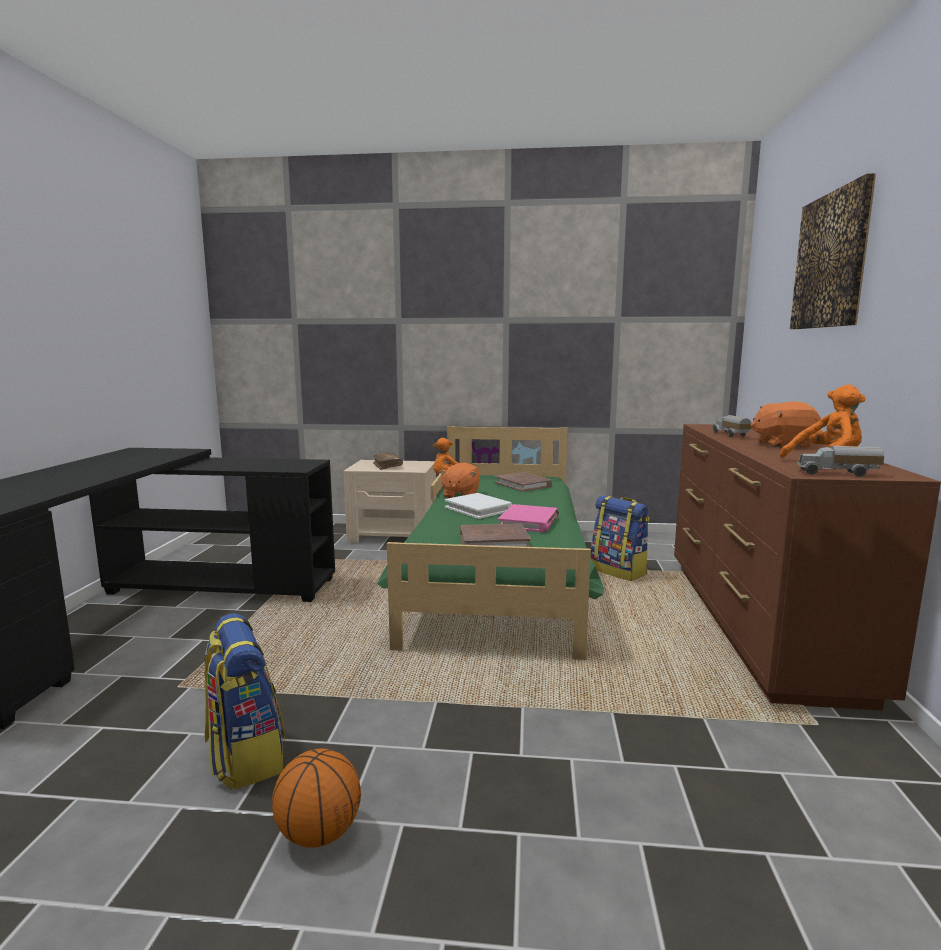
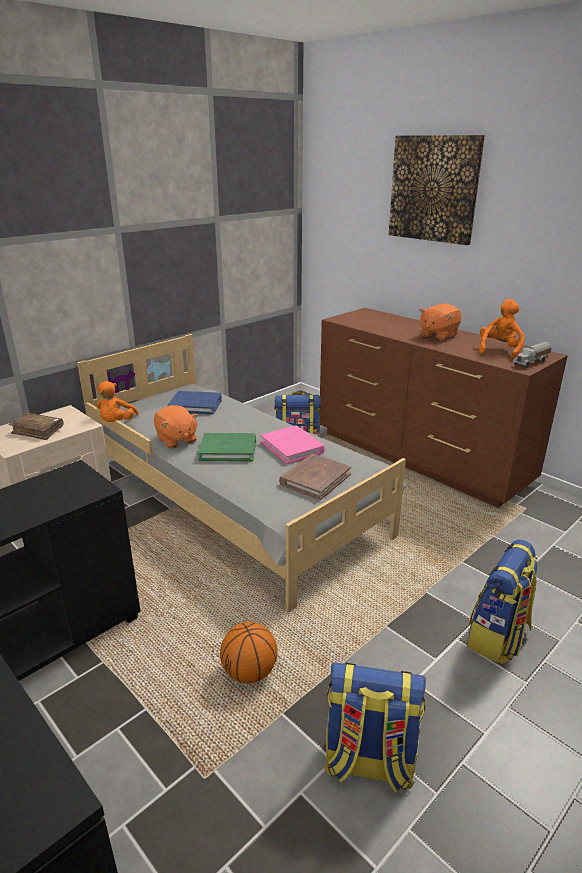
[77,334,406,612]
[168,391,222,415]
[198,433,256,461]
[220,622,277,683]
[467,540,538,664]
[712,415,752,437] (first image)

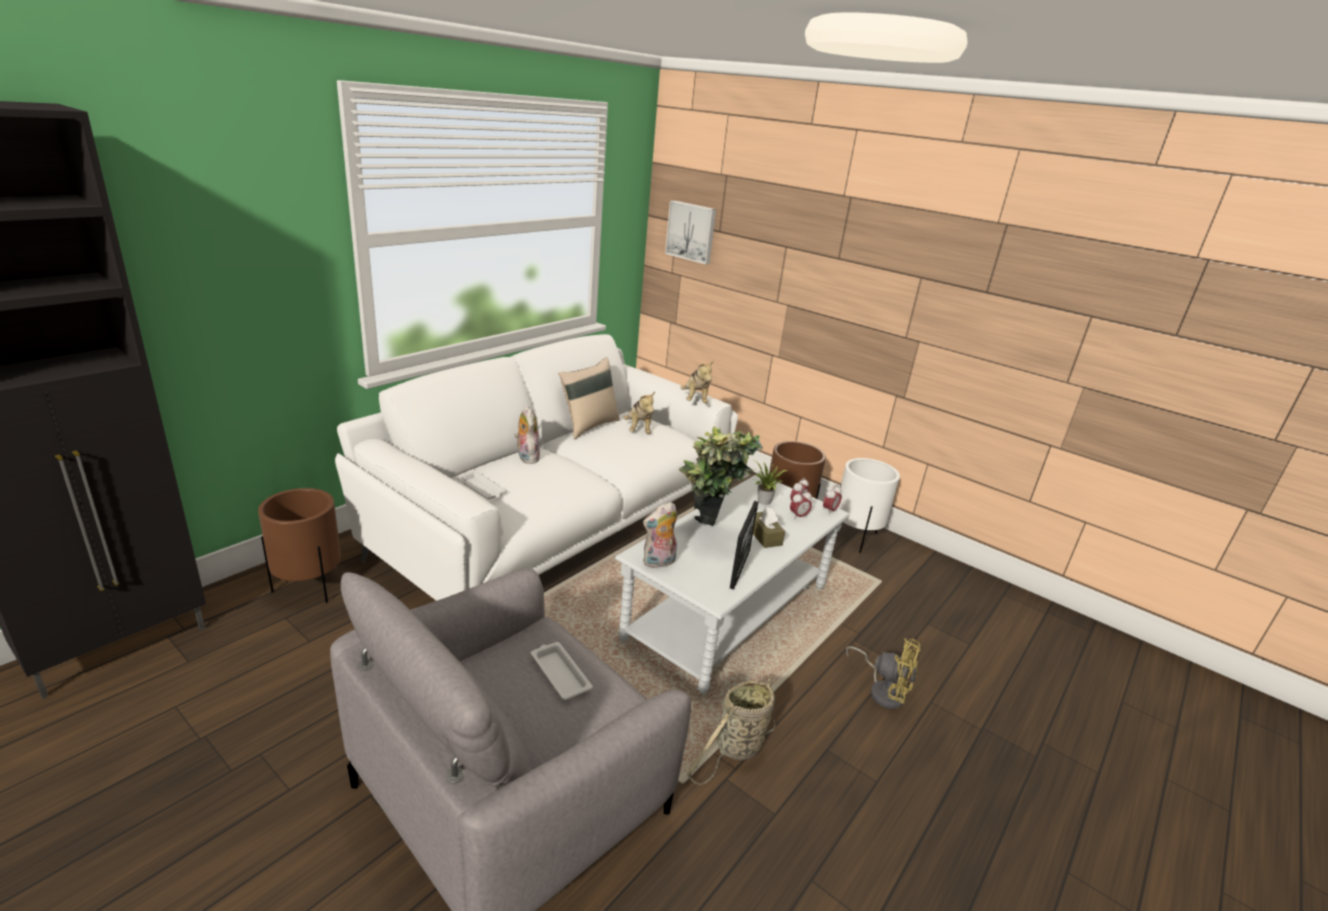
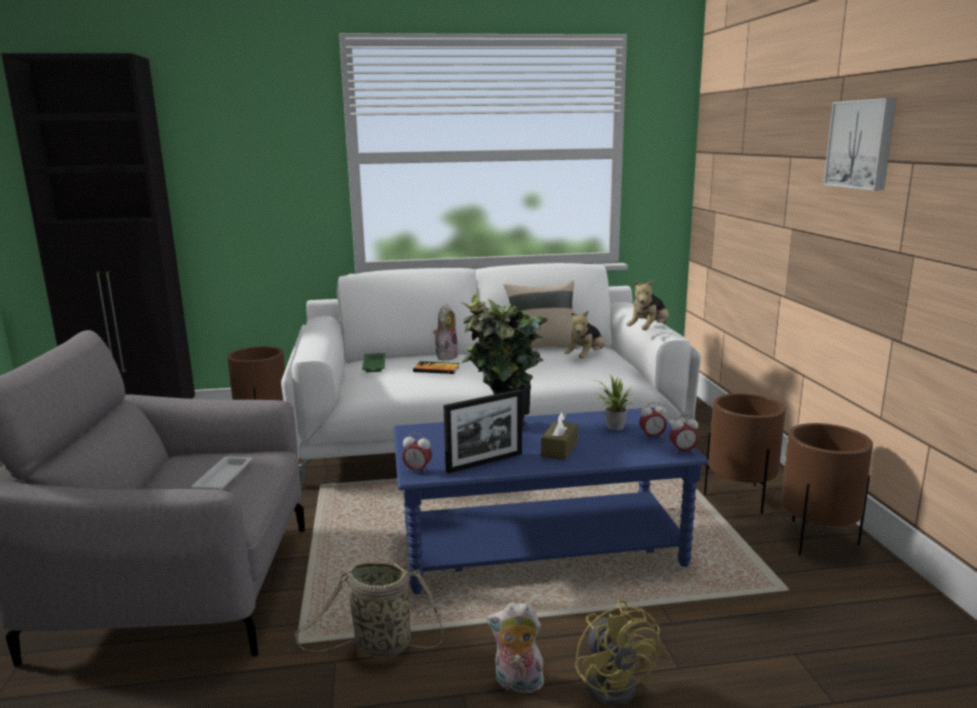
[362,353,386,372]
[394,408,709,594]
[402,433,432,474]
[413,361,460,374]
[487,602,544,697]
[781,423,873,555]
[823,98,897,190]

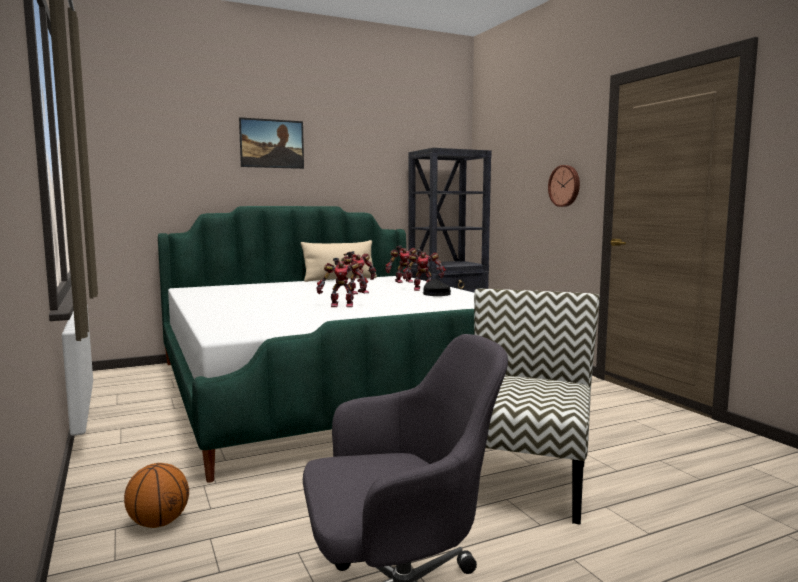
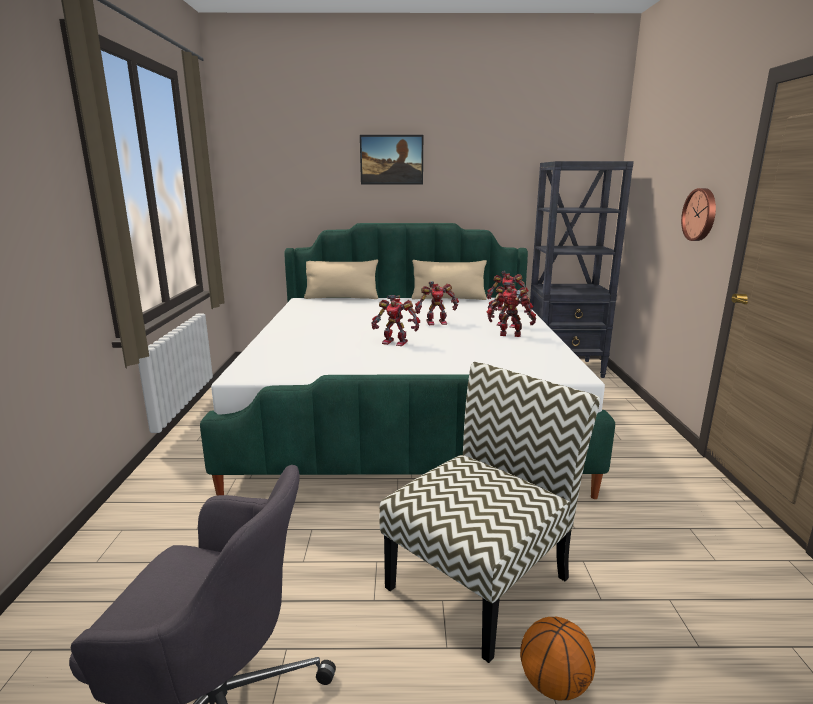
[304,260,378,299]
[487,290,536,337]
[520,617,596,701]

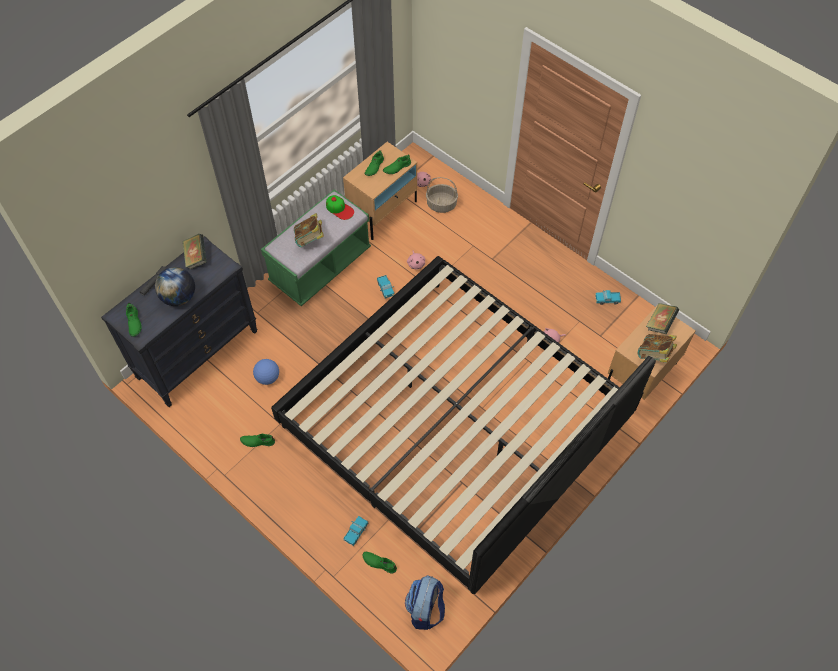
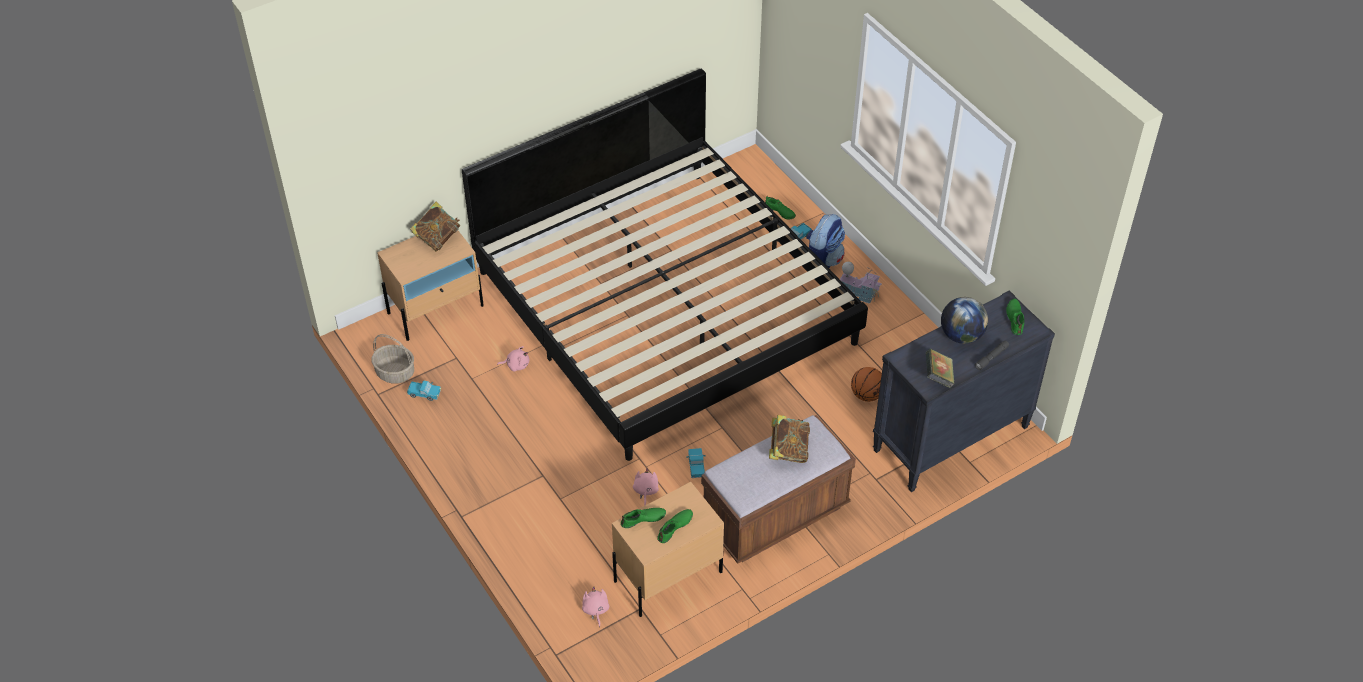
[372,334,414,384]
[701,415,856,564]
[806,214,845,268]
[840,262,882,304]
[851,367,882,402]
[240,434,275,447] (first image)
[326,195,354,220] (first image)
[646,303,679,334] (first image)

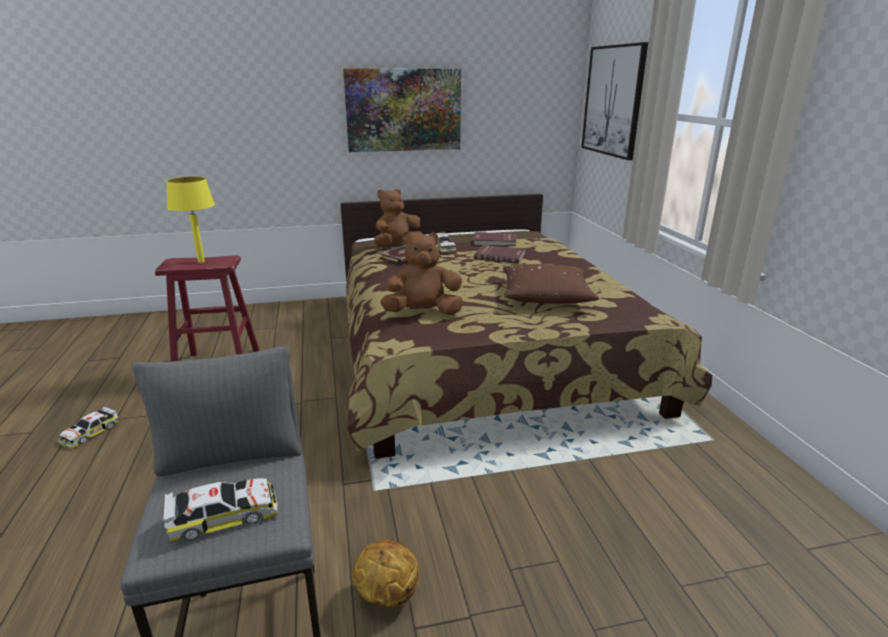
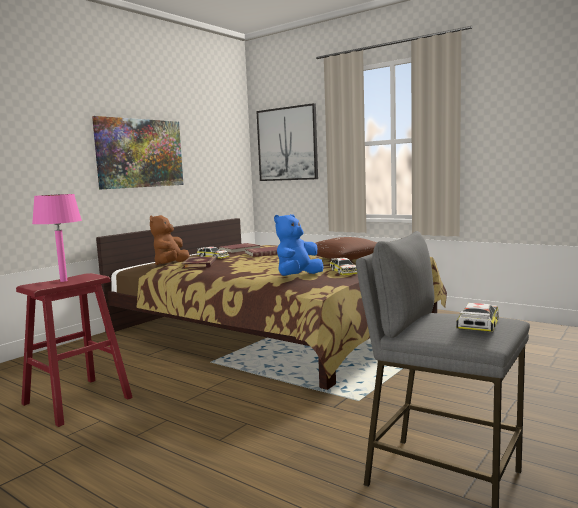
[32,194,82,282]
[274,214,323,276]
[330,257,357,275]
[352,539,419,607] (first image)

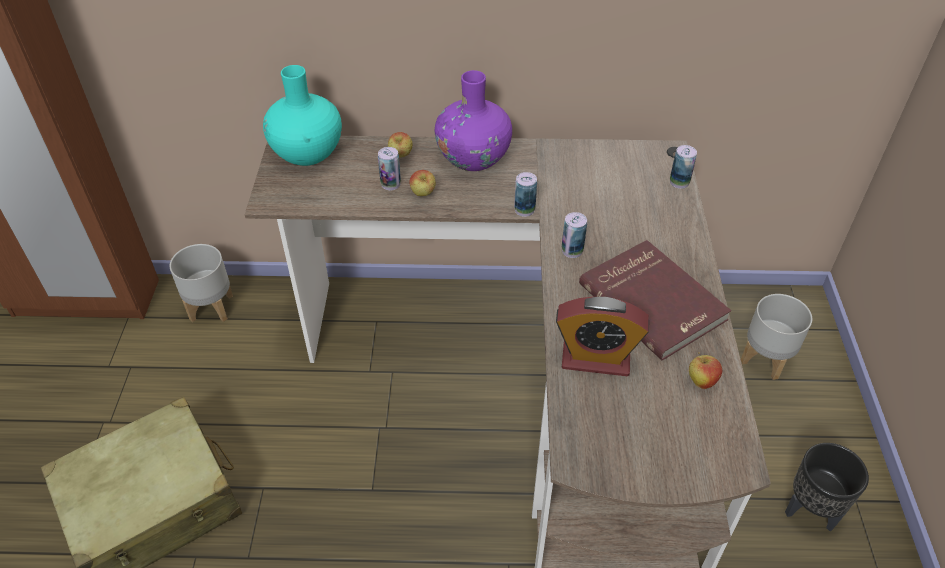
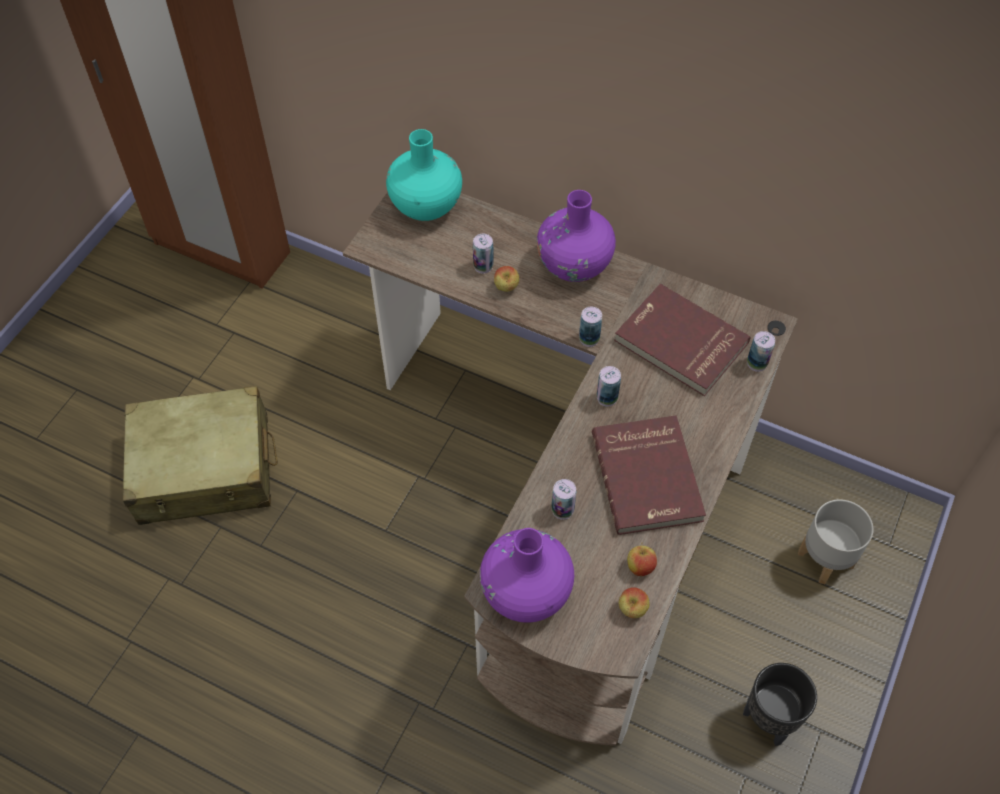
[480,528,574,623]
[551,479,576,520]
[614,284,751,396]
[619,587,649,618]
[170,244,233,322] (first image)

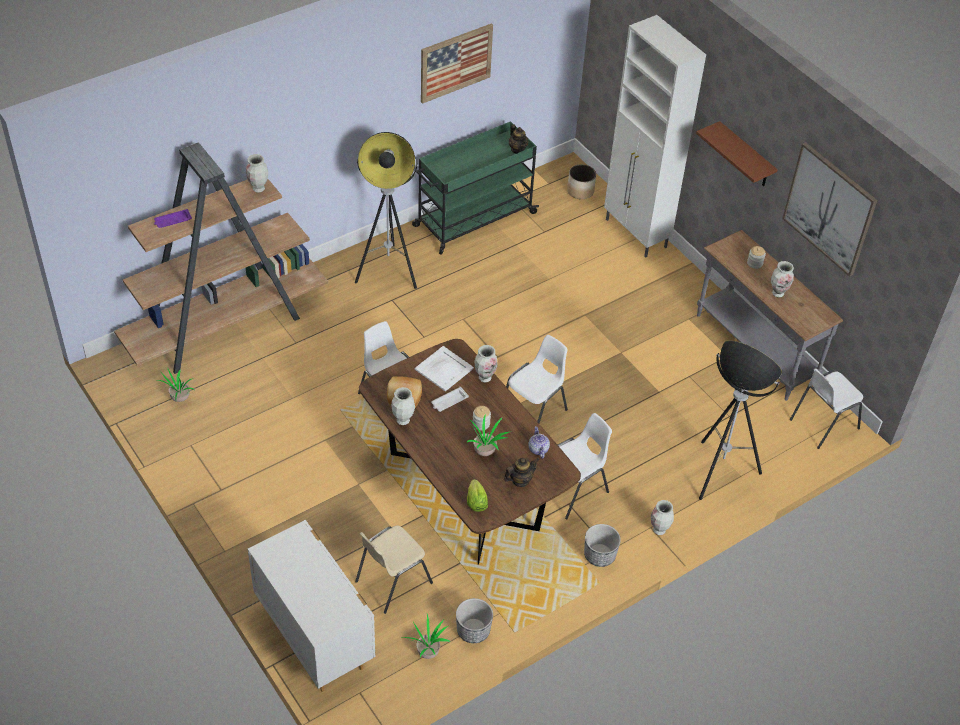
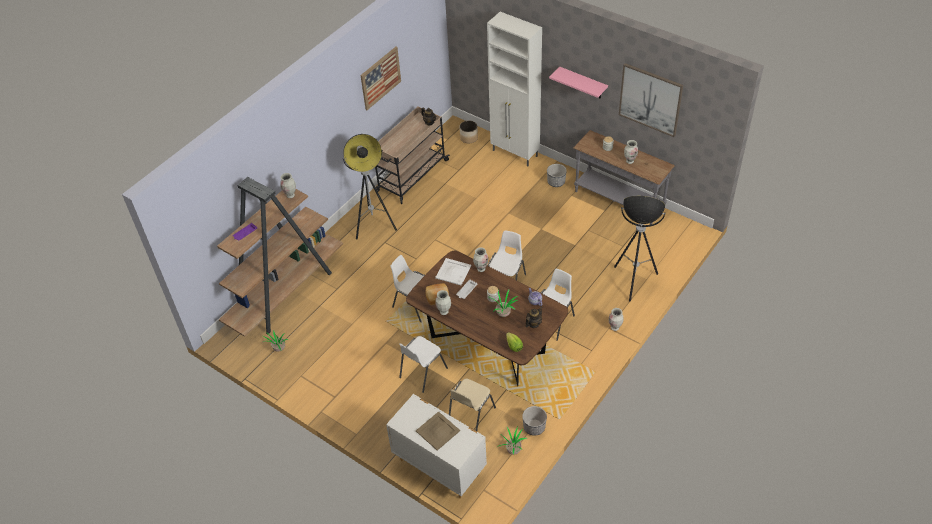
[375,107,450,204]
[399,336,448,393]
[416,411,460,450]
[547,164,567,187]
[549,67,608,99]

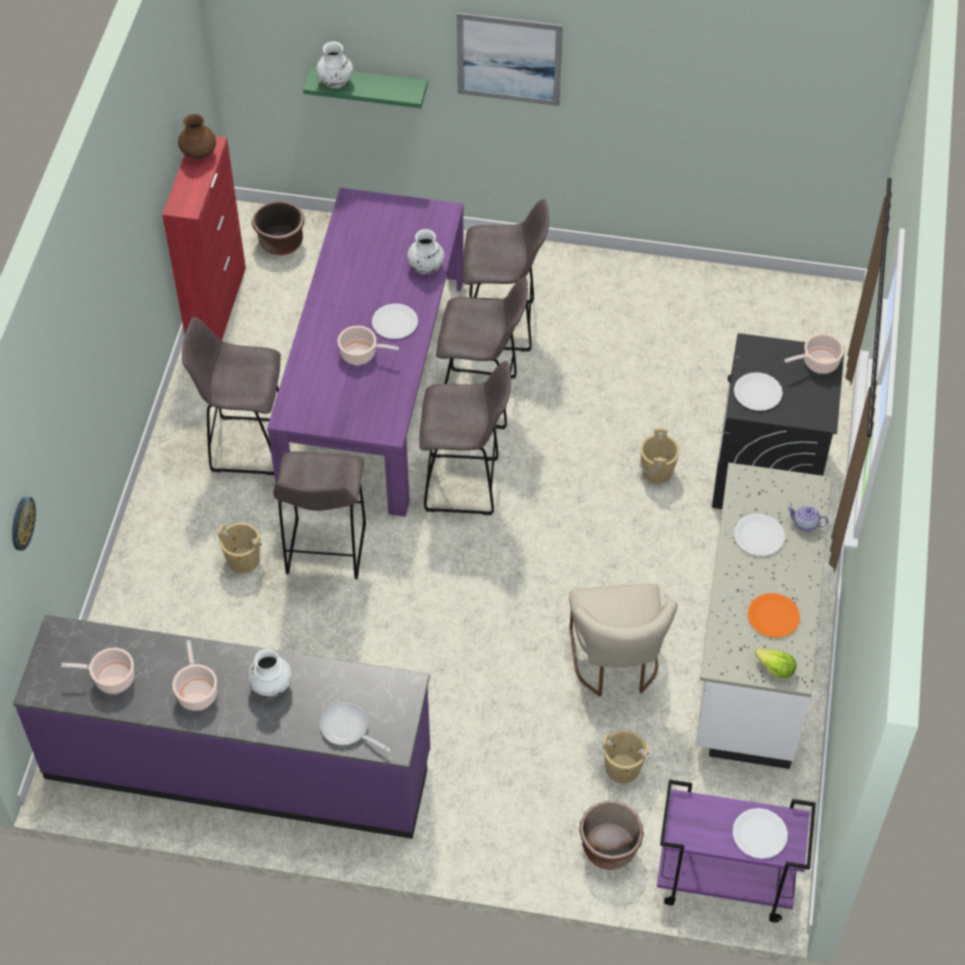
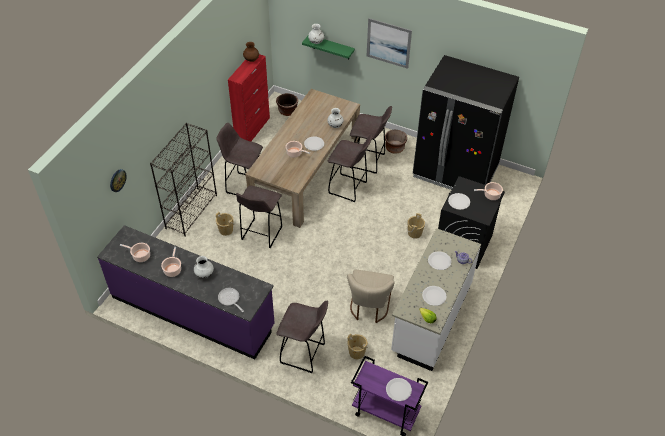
[150,123,217,237]
[245,89,360,228]
[276,301,328,373]
[385,130,407,154]
[413,55,519,190]
[422,286,447,306]

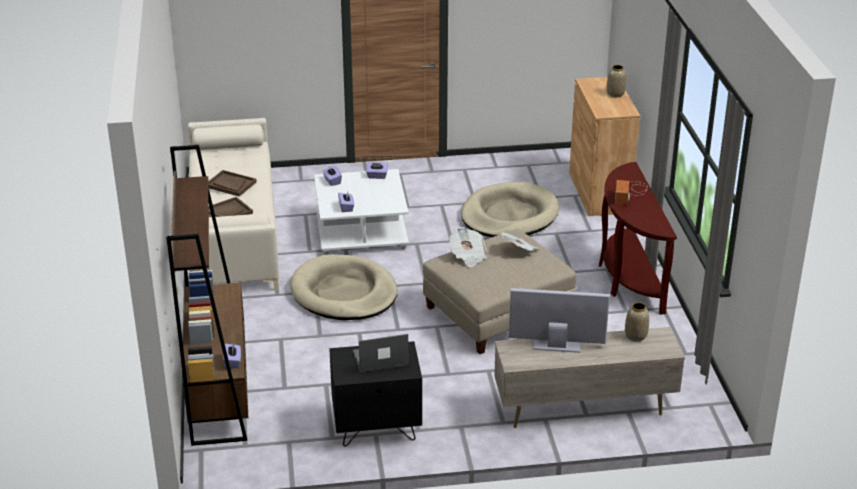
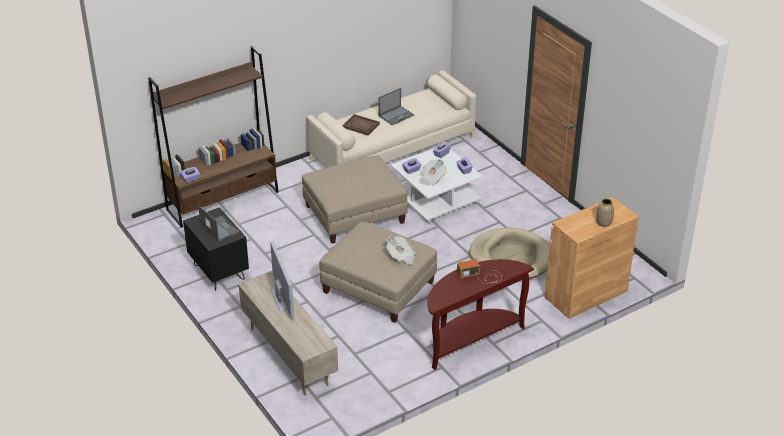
[302,155,408,244]
[378,88,414,125]
[419,159,447,186]
[625,302,649,342] (first image)

